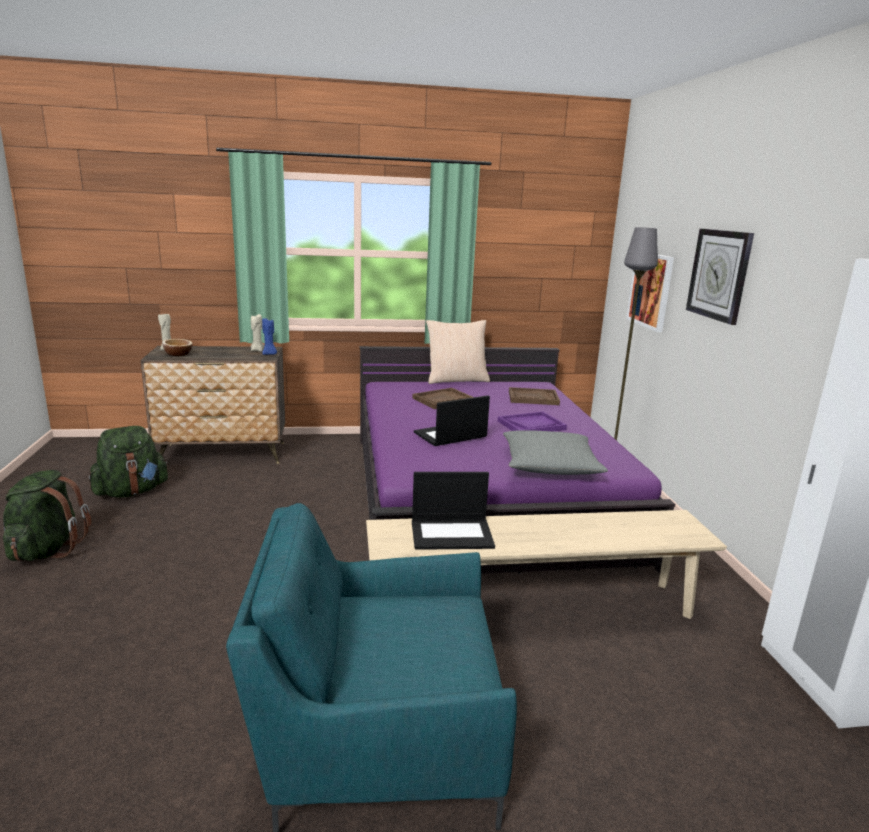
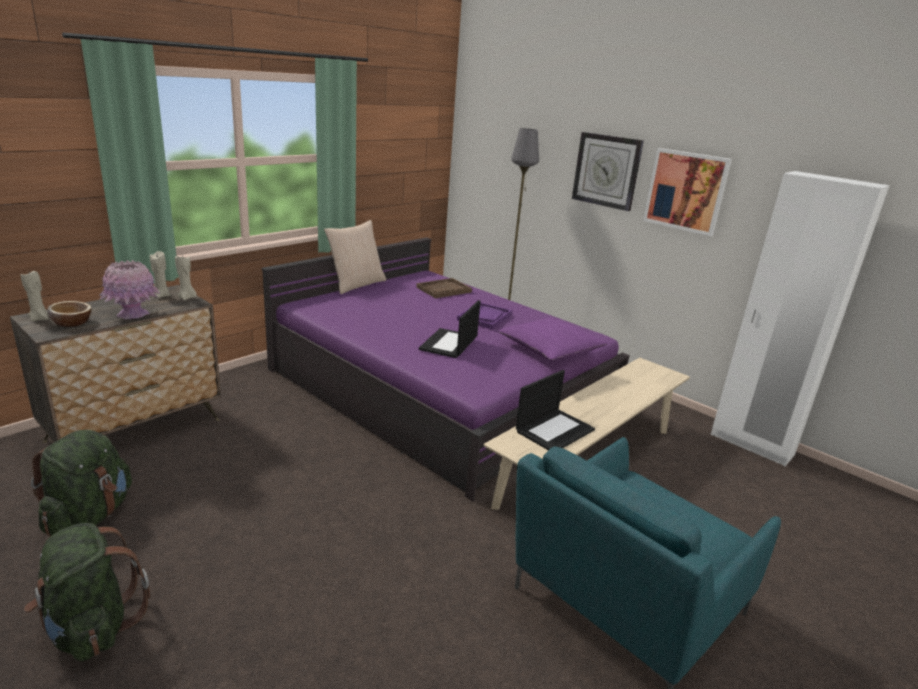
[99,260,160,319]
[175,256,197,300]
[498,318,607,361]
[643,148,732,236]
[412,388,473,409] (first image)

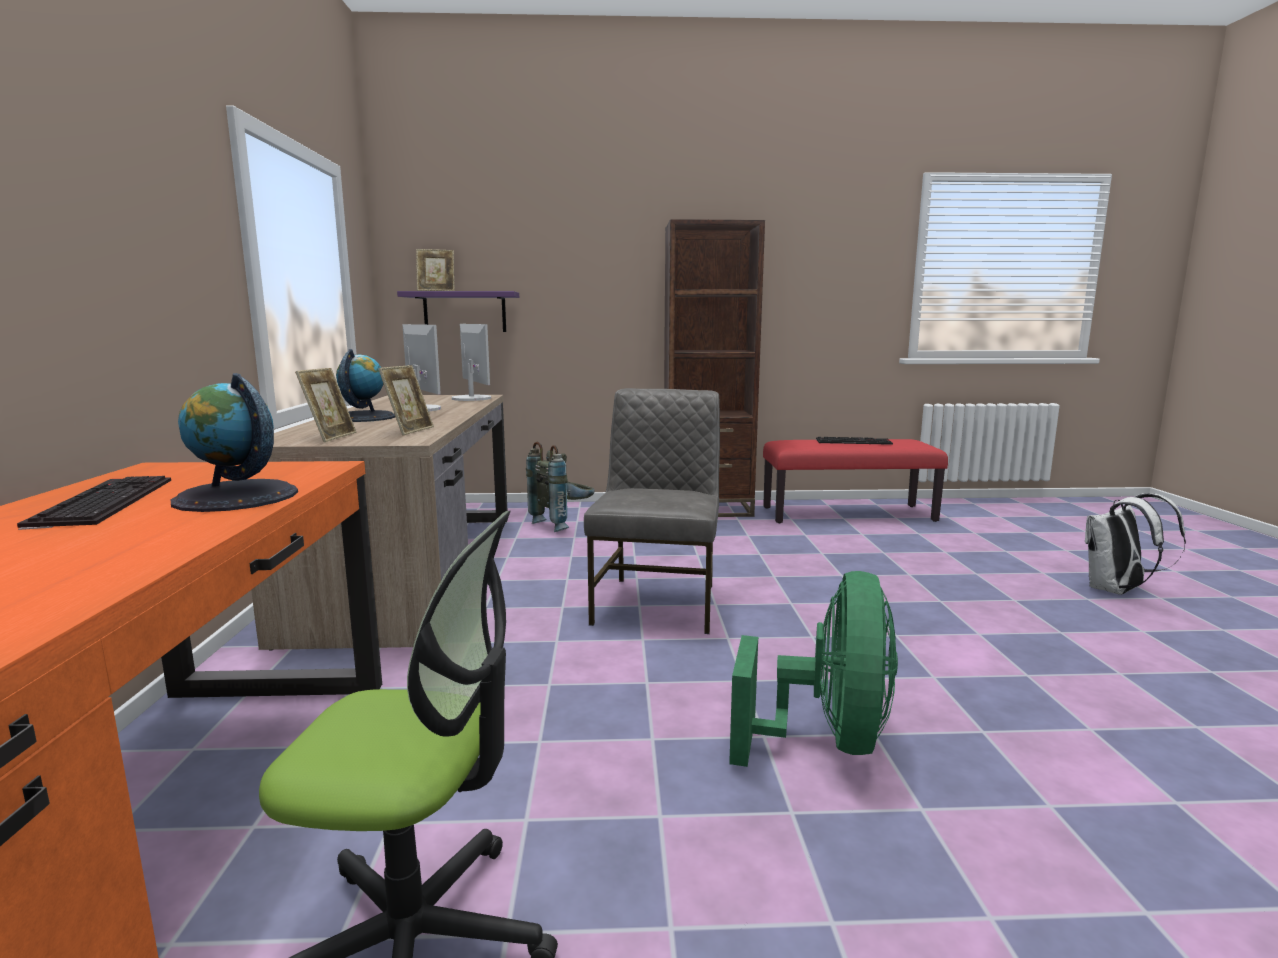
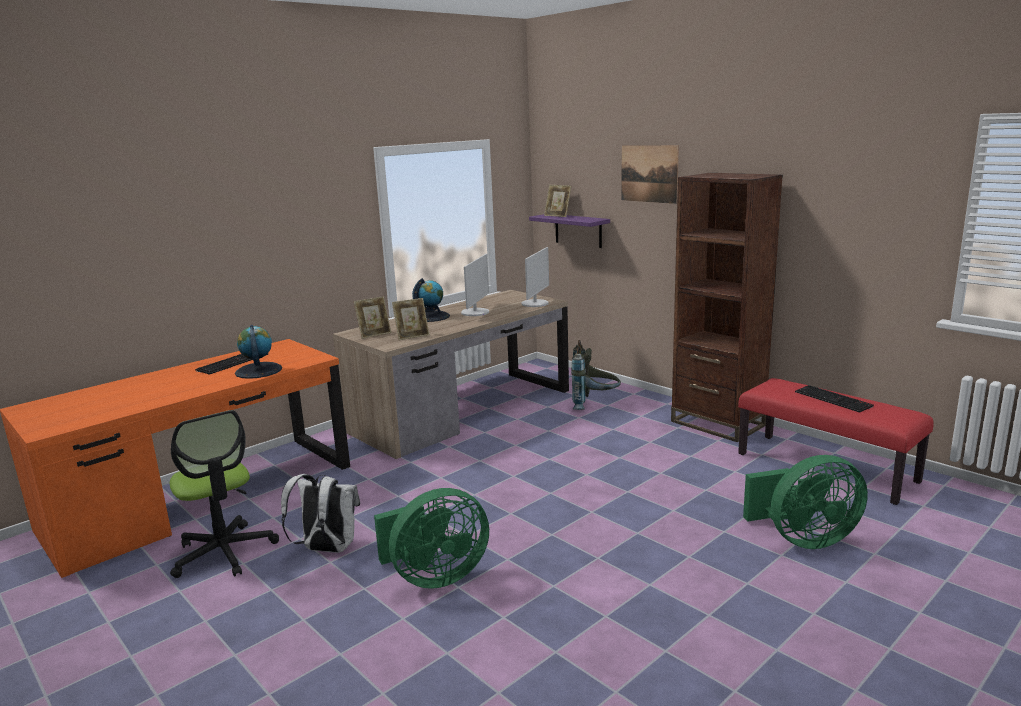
[281,474,360,553]
[621,145,679,204]
[743,455,868,549]
[584,388,720,634] (first image)

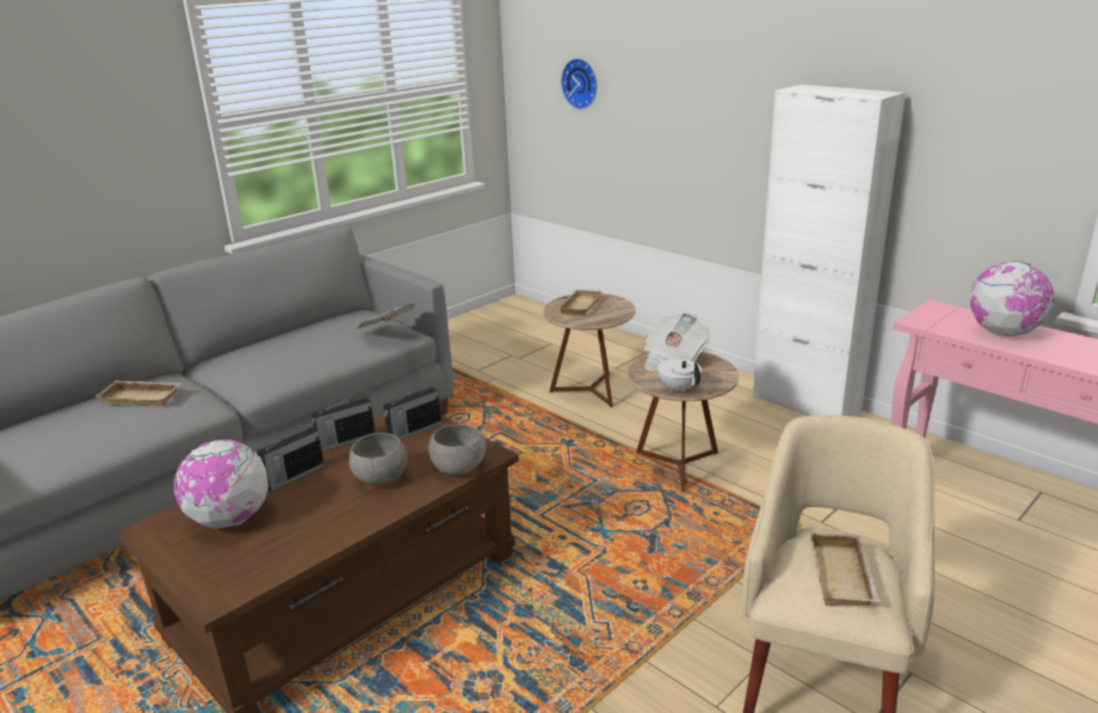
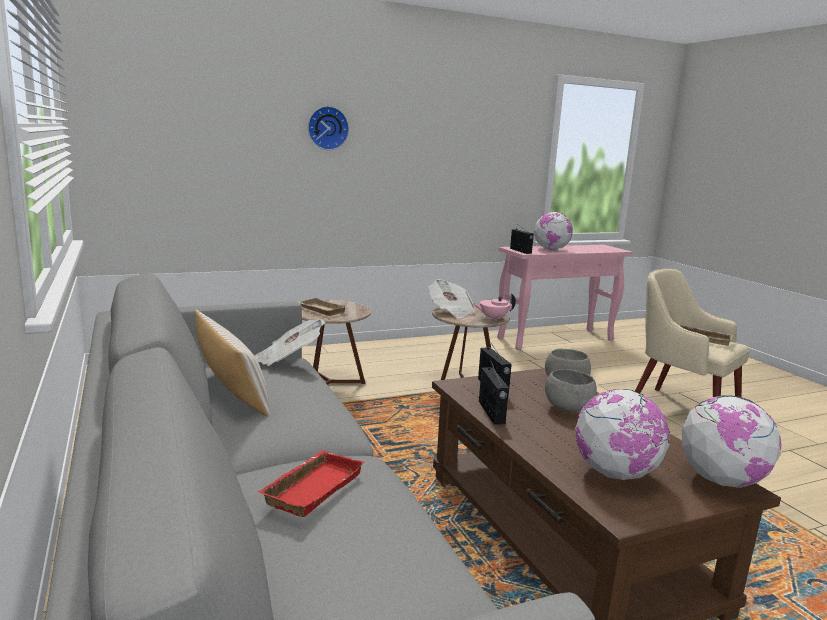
[195,310,270,417]
[258,450,365,517]
[308,106,349,150]
[472,293,516,321]
[510,225,534,254]
[682,395,781,488]
[752,84,906,417] (first image)

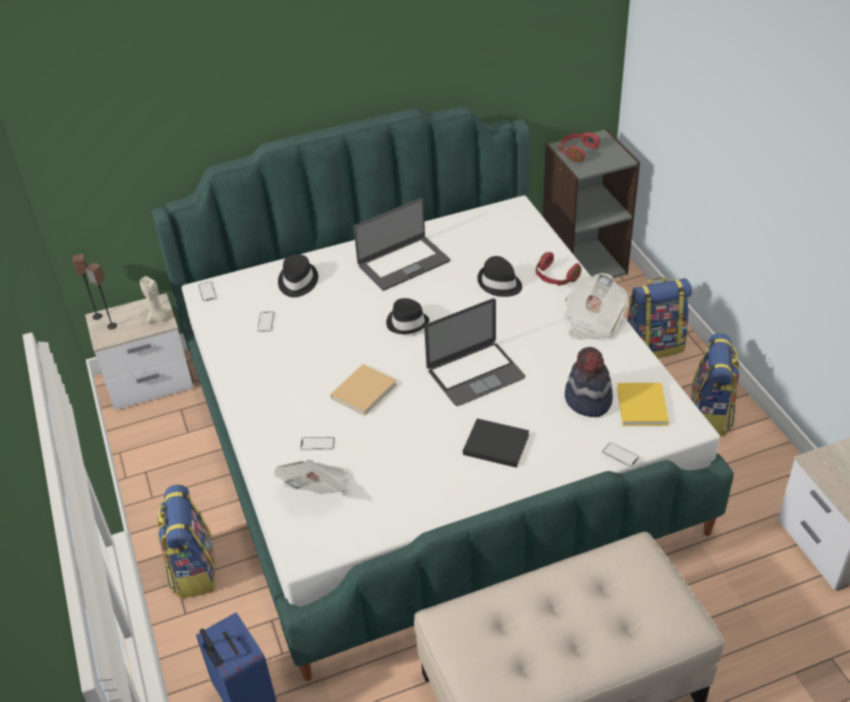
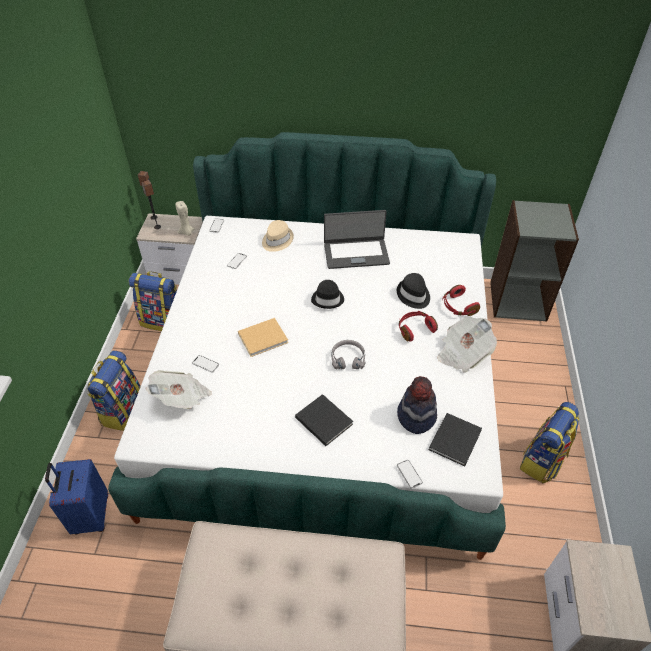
[128,271,177,331]
[262,220,294,252]
[332,340,366,369]
[399,311,438,342]
[429,413,482,466]

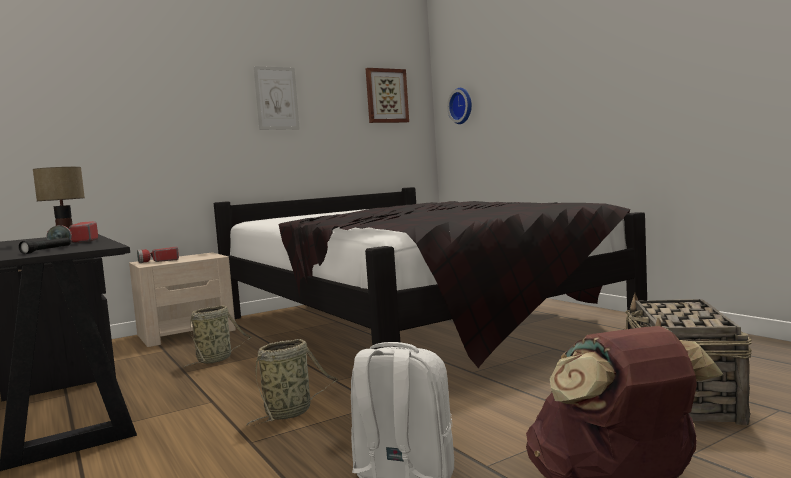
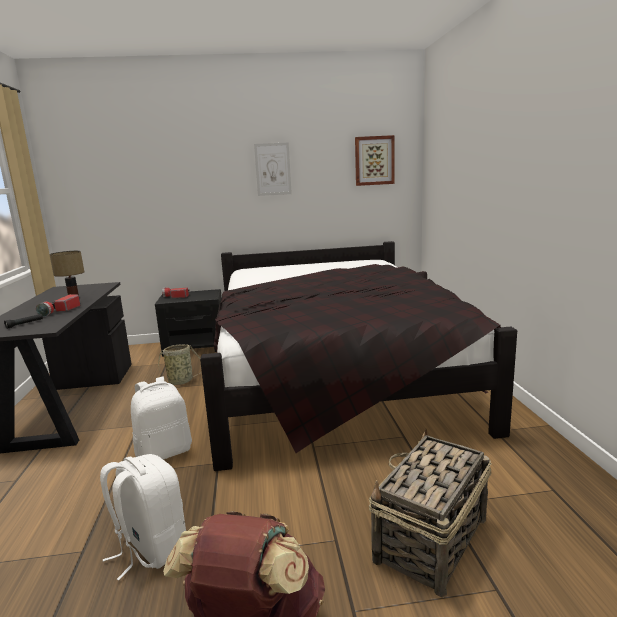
[131,377,192,460]
[155,289,222,357]
[447,88,472,124] (first image)

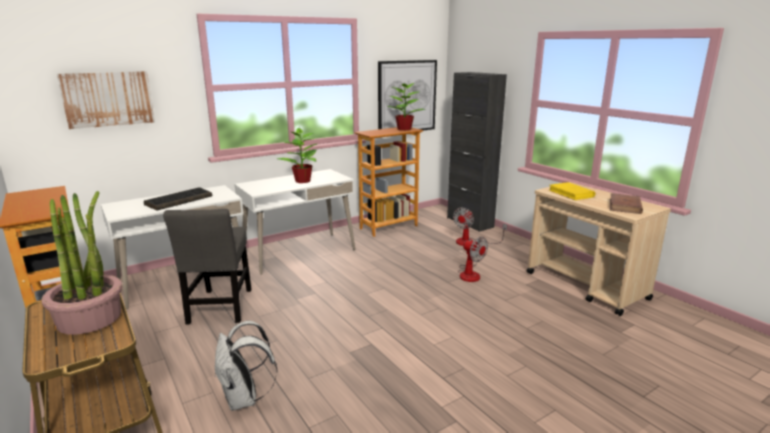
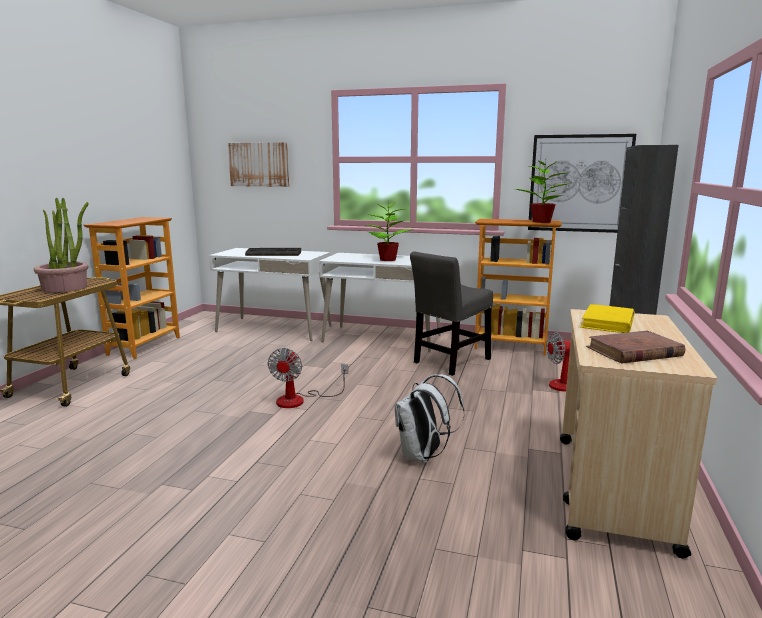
[268,348,348,408]
[395,374,464,463]
[410,251,493,376]

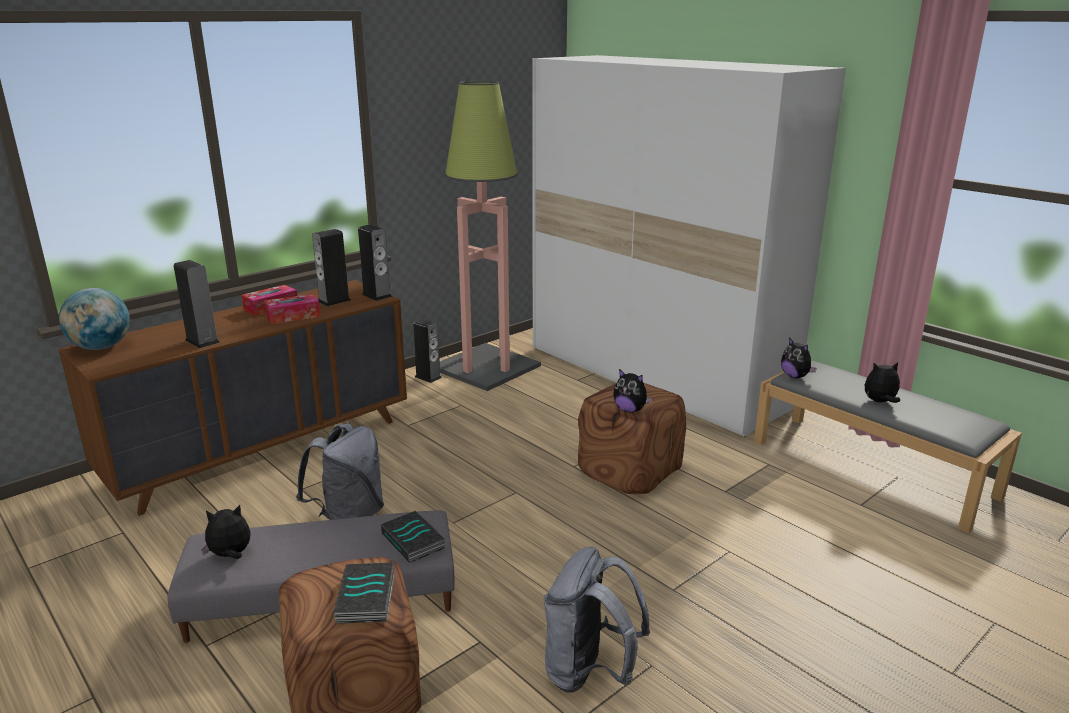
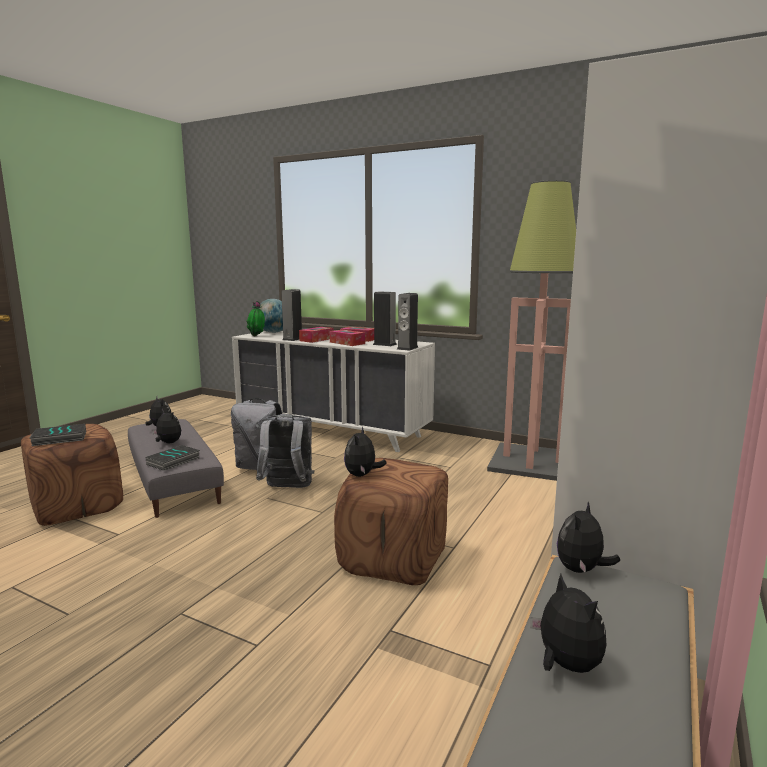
[153,409,181,443]
[232,331,435,452]
[246,301,265,336]
[256,414,314,488]
[299,327,334,343]
[413,319,442,383] (first image)

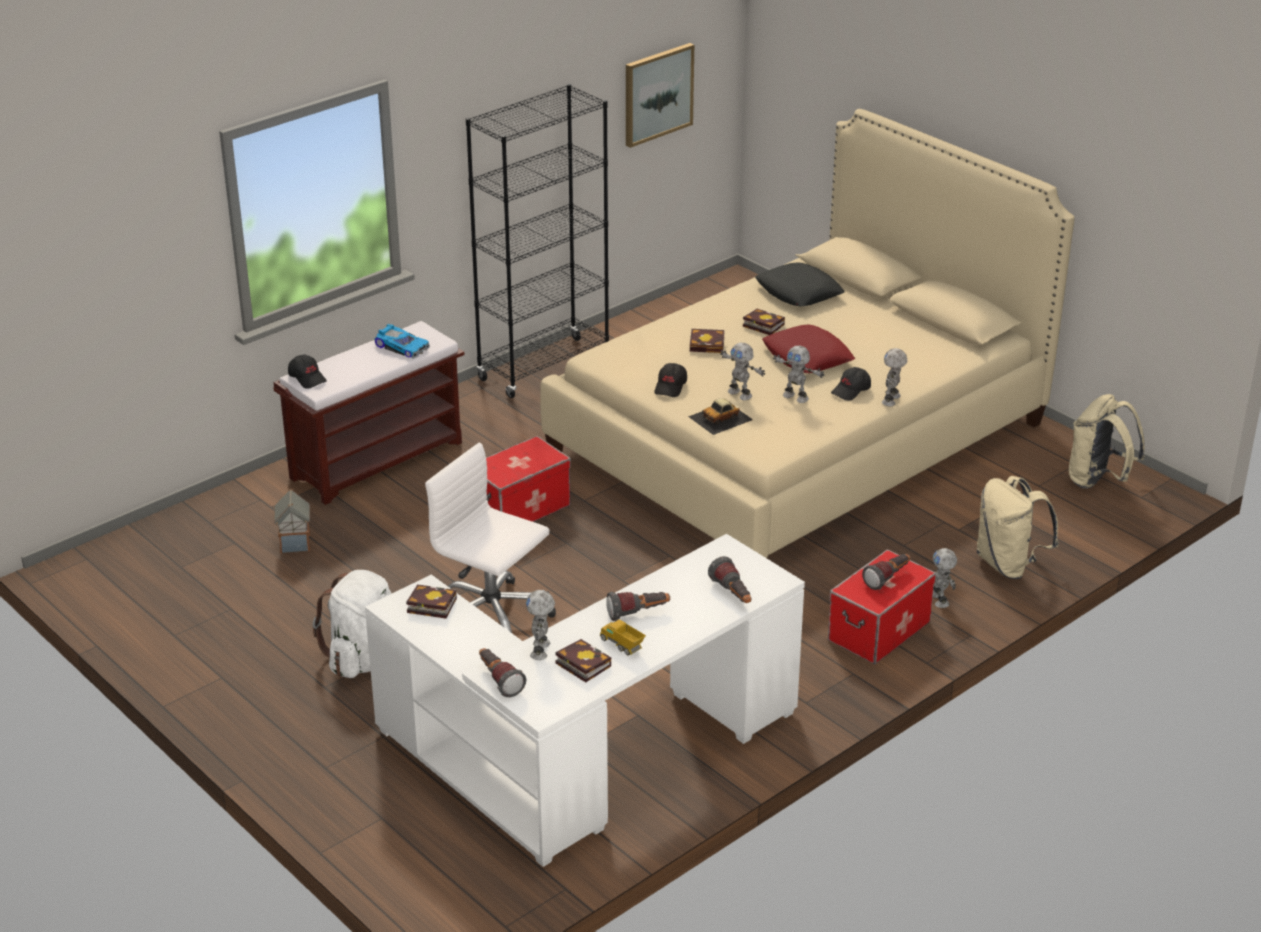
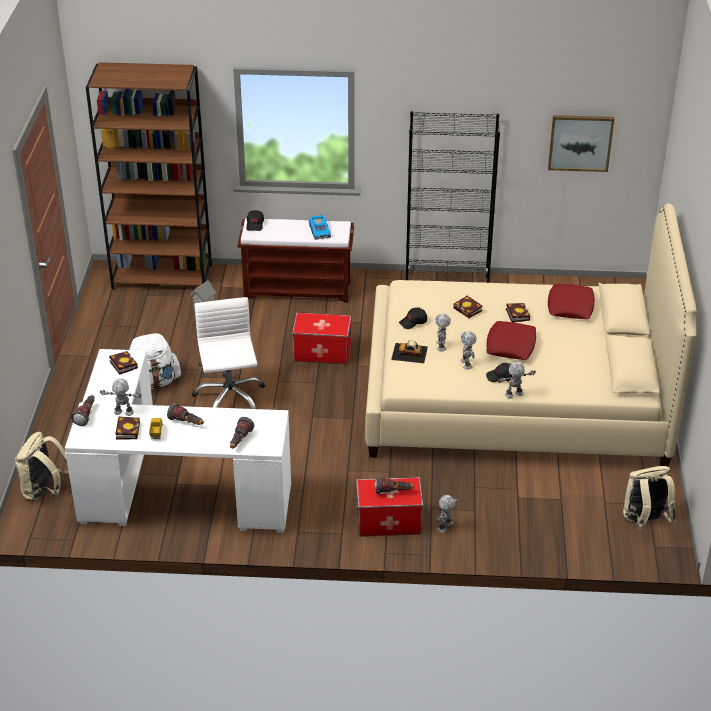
[15,432,69,501]
[86,62,212,289]
[100,379,142,416]
[548,284,595,319]

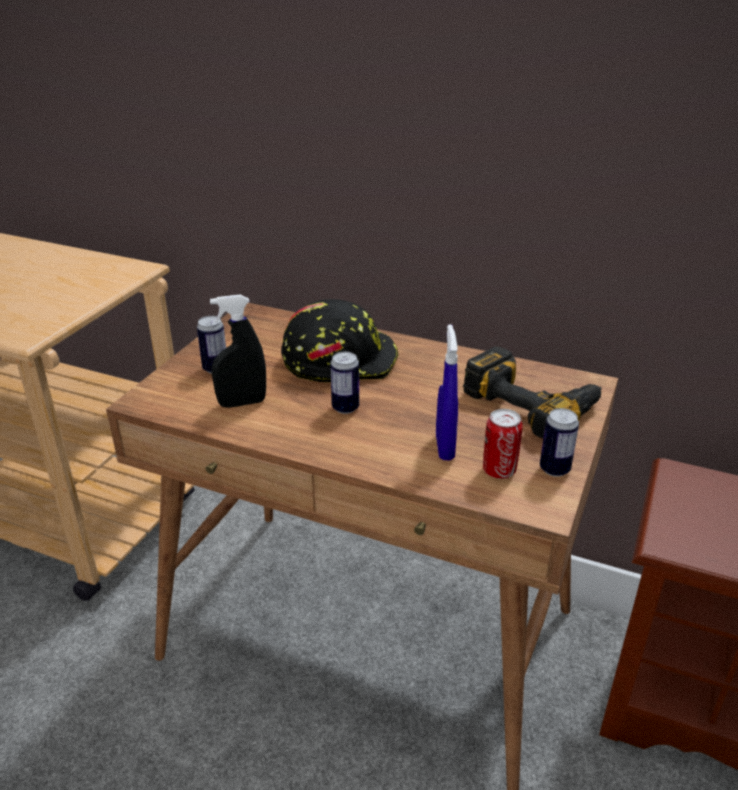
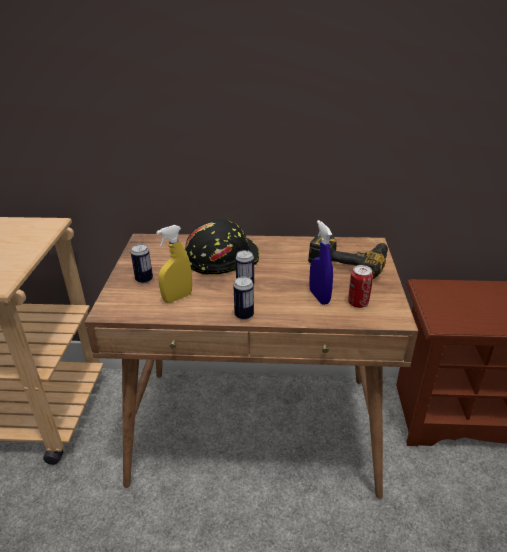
[156,225,192,303]
[233,276,254,320]

